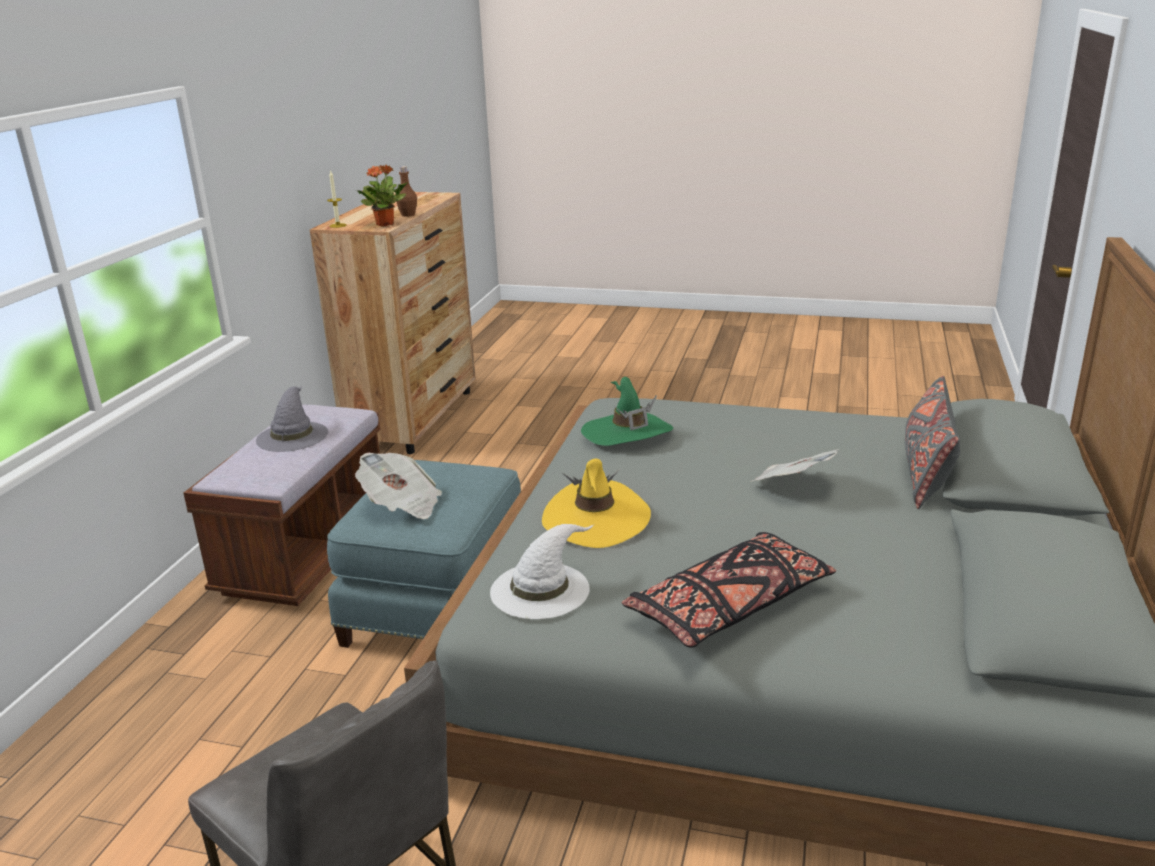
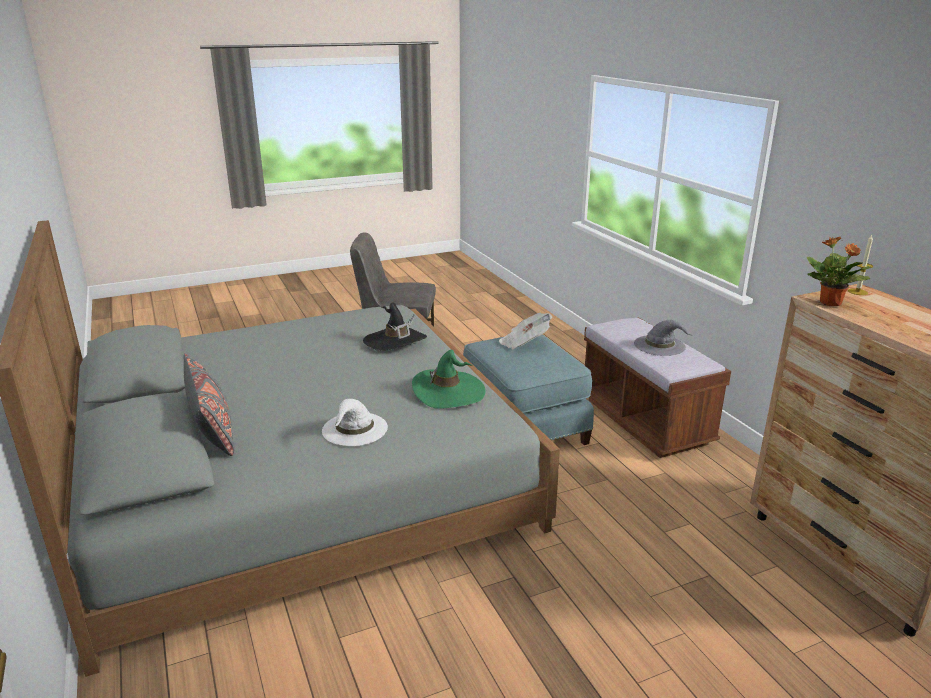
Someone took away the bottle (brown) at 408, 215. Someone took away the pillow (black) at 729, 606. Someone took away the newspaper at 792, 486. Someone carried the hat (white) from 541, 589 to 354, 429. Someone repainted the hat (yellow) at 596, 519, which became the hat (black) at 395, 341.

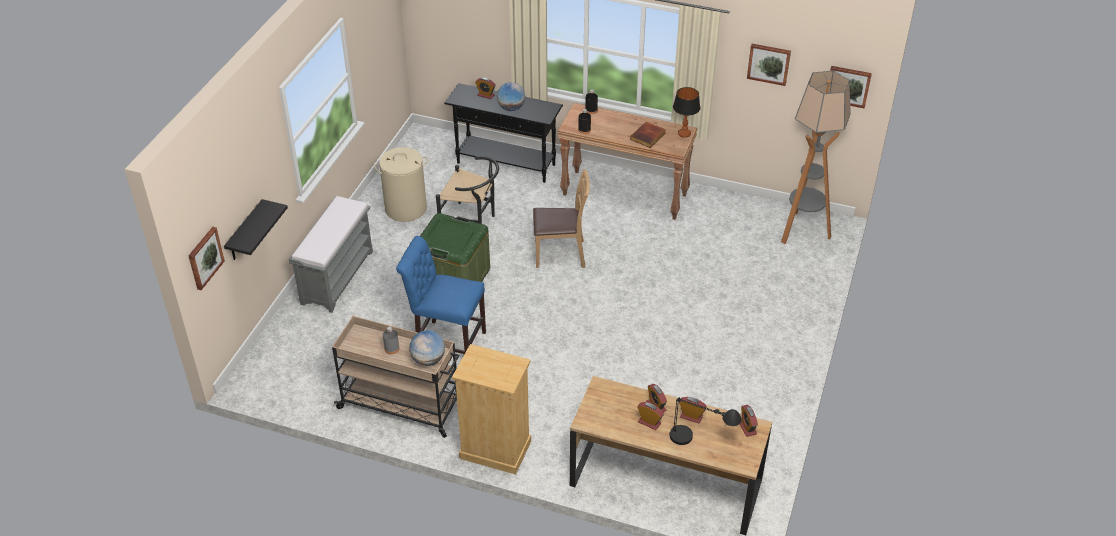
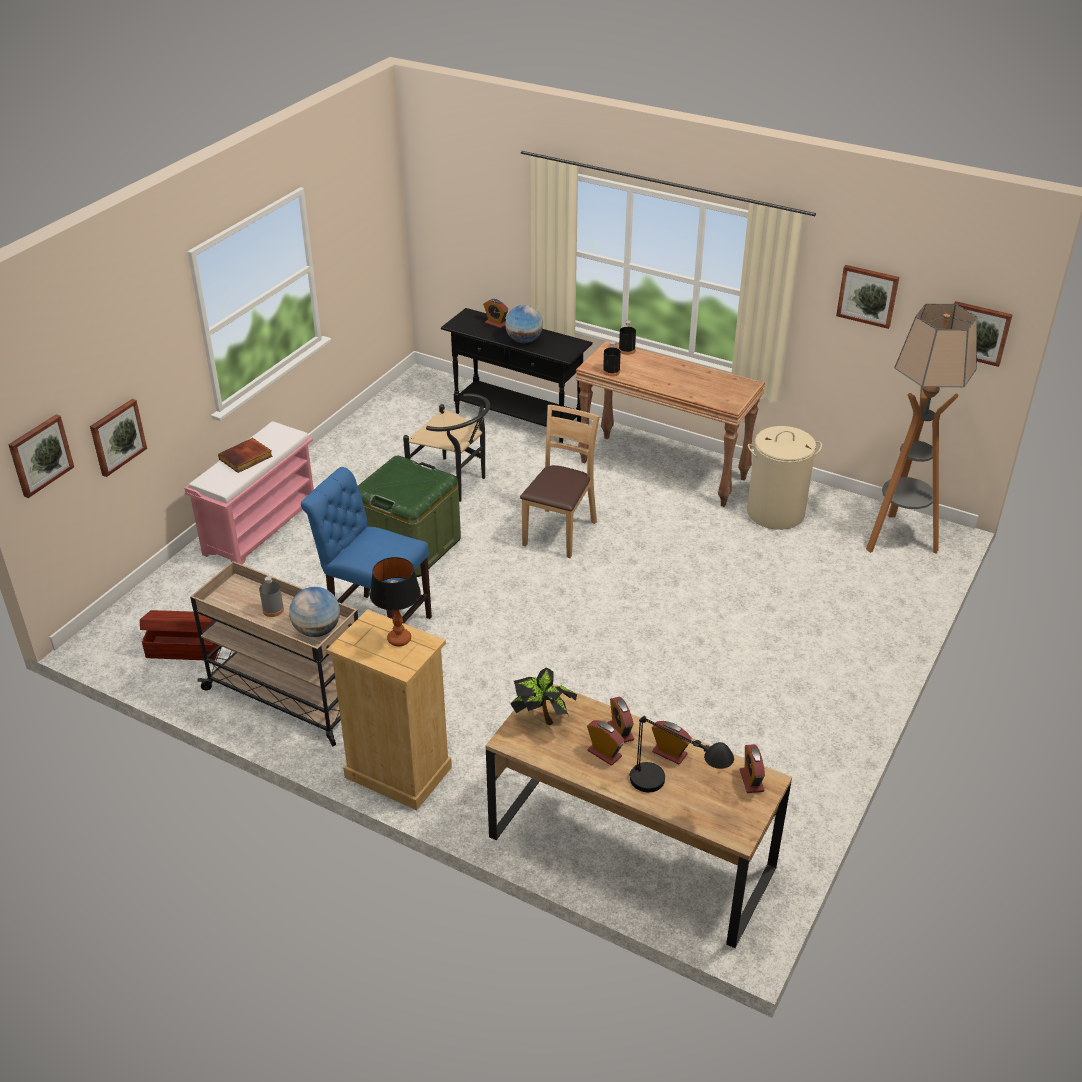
Someone put down the storage box (brown) at 184, 647. Someone put down the potted plant at 542, 718. Someone carried the laundry basket (beige) from 406, 208 to 775, 512. Someone carried the book from 648, 137 to 246, 458. Someone carried the table lamp from 684, 134 to 399, 639. Someone swapped the shelf (black) at 245, 232 for the picture at 117, 437. Someone repainted the bench (grey) at 337, 276, which became the bench (pink) at 261, 527. Someone rotated the chair (brown) at 561, 254 by 75 degrees counterclockwise.

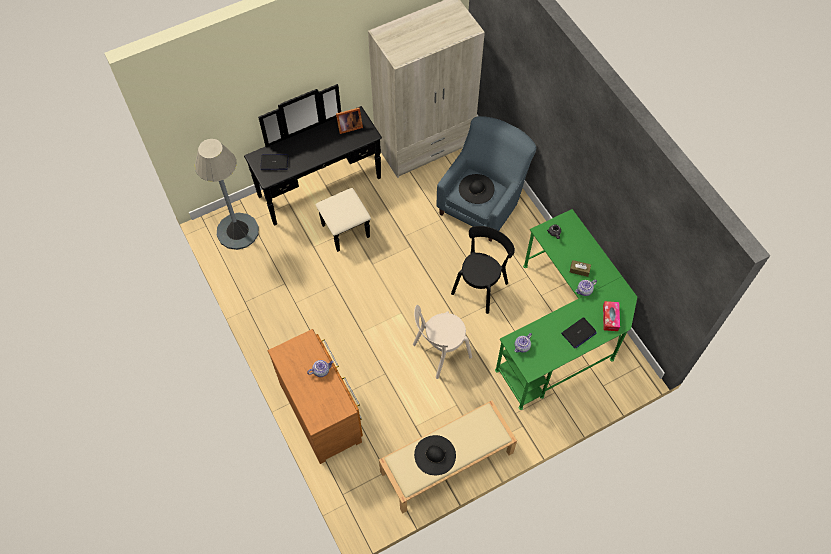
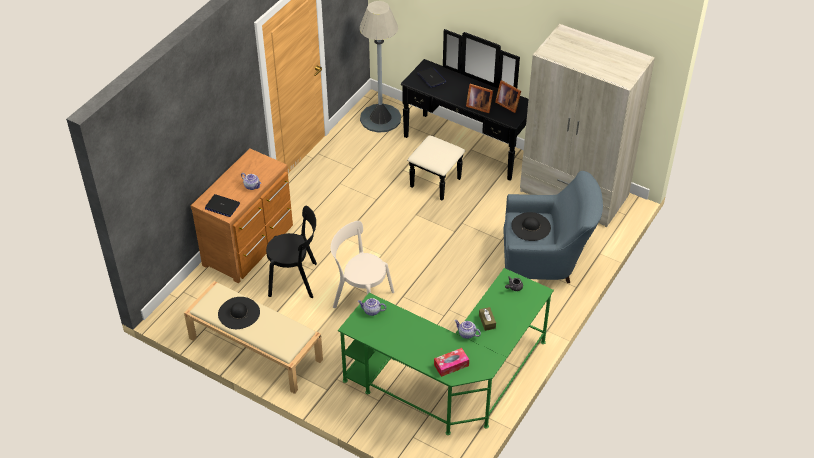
Someone put down the picture frame at 478, 106. Someone carried the chair (black) from 481, 286 to 295, 280. Someone carried the laptop from 578, 333 to 222, 206.

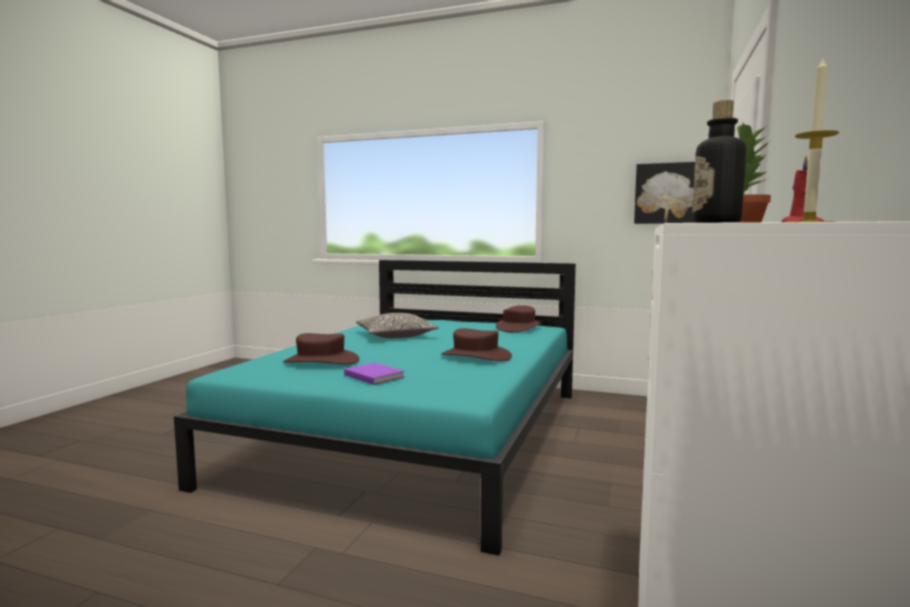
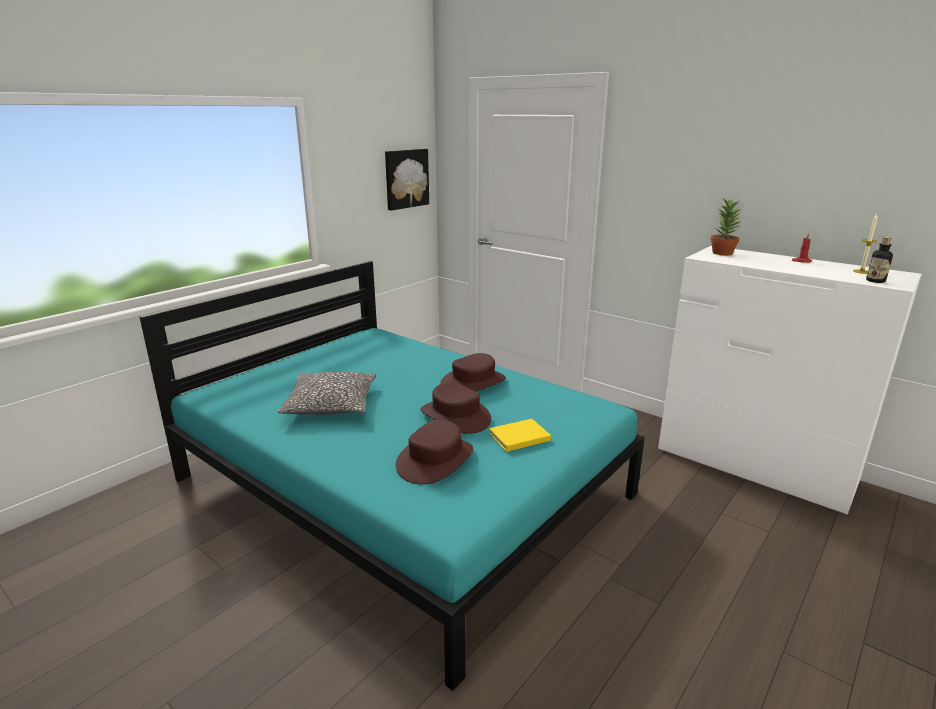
Someone carried the hat (brown) from 519, 327 to 455, 416. Someone repainted the book (purple) at 374, 375, which became the book (yellow) at 517, 437.

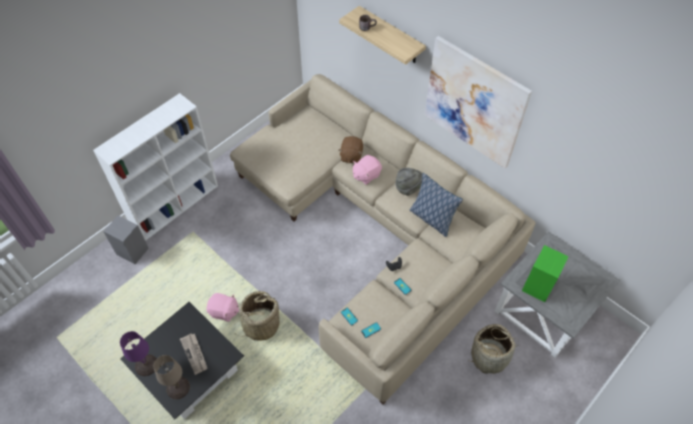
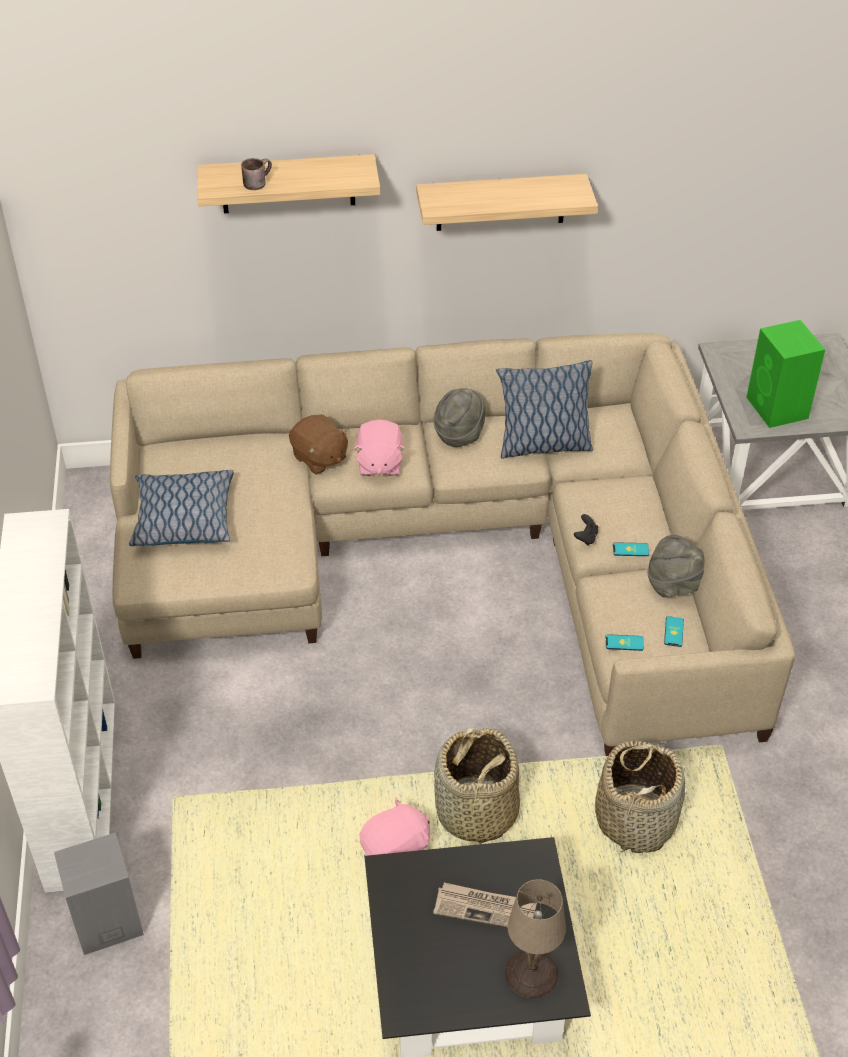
Someone took away the table lamp (purple) at 146, 365. Someone put down the pillow at 183, 519. Someone put down the hat (grey) at 675, 586. Someone carried the basket from 489, 356 to 636, 819. Someone swapped the picture at 474, 103 for the shelf at 500, 202.

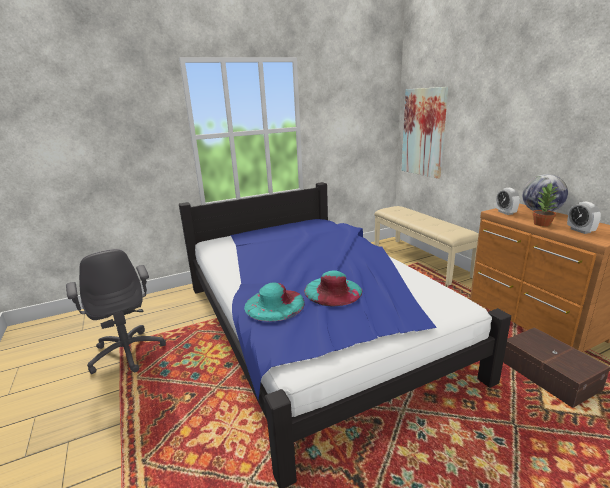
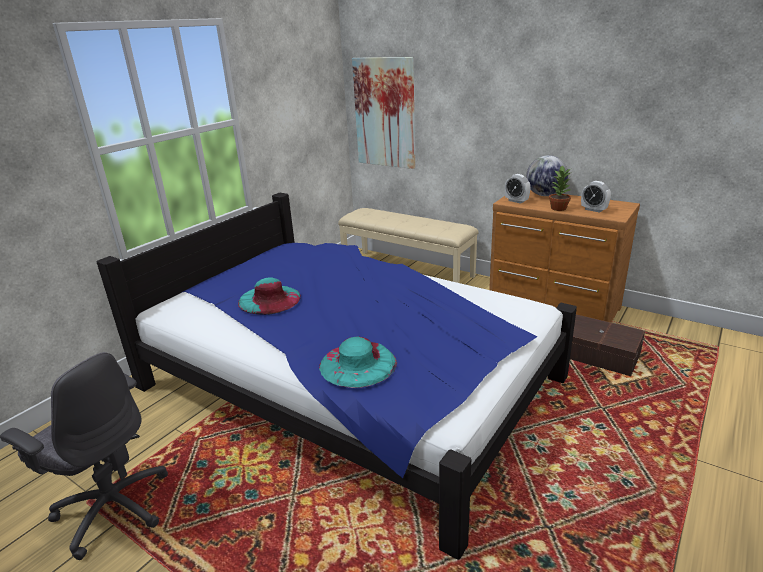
Someone carried the hat (turquoise) from 333, 291 to 269, 299.

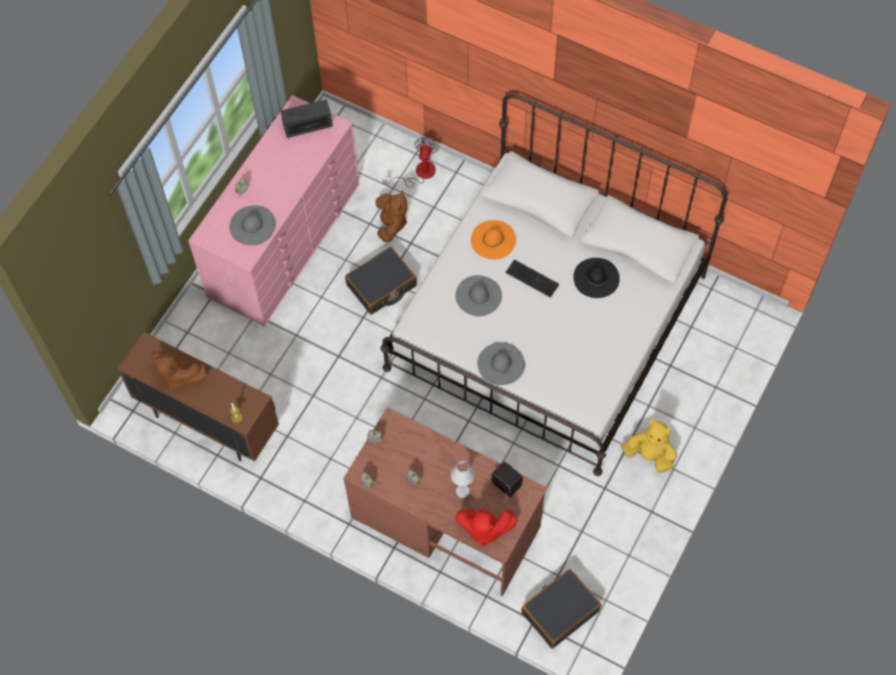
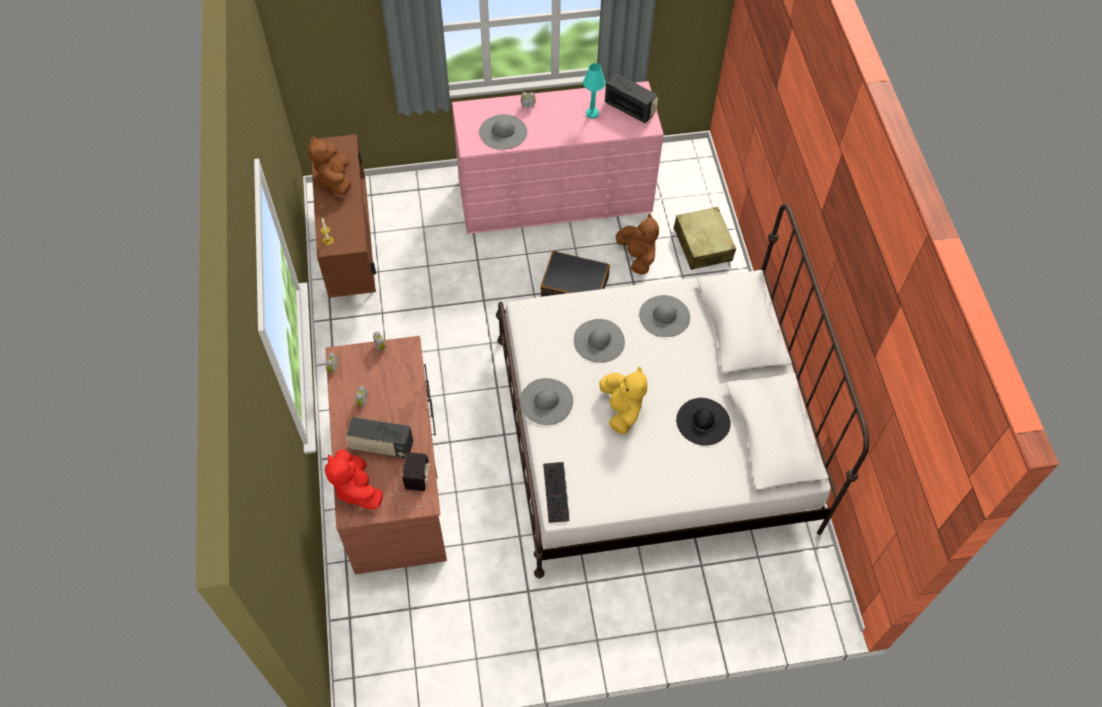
Someone took away the suitcase (black) at 560, 611. Someone put down the table lamp (turquoise) at 592, 113. Someone carried the keyboard from 533, 278 to 557, 493. Someone carried the plush toy (yellow) from 649, 455 to 621, 410. Someone swapped the fan at 418, 173 for the suitcase (beige) at 702, 244. Someone swapped the table lamp (white) at 462, 491 for the radio at 382, 446. Someone repainted the hat (orange) at 493, 240, which became the hat (grey) at 664, 316. Someone rotated the plush toy (brown) at 391, 224 by 75 degrees counterclockwise.

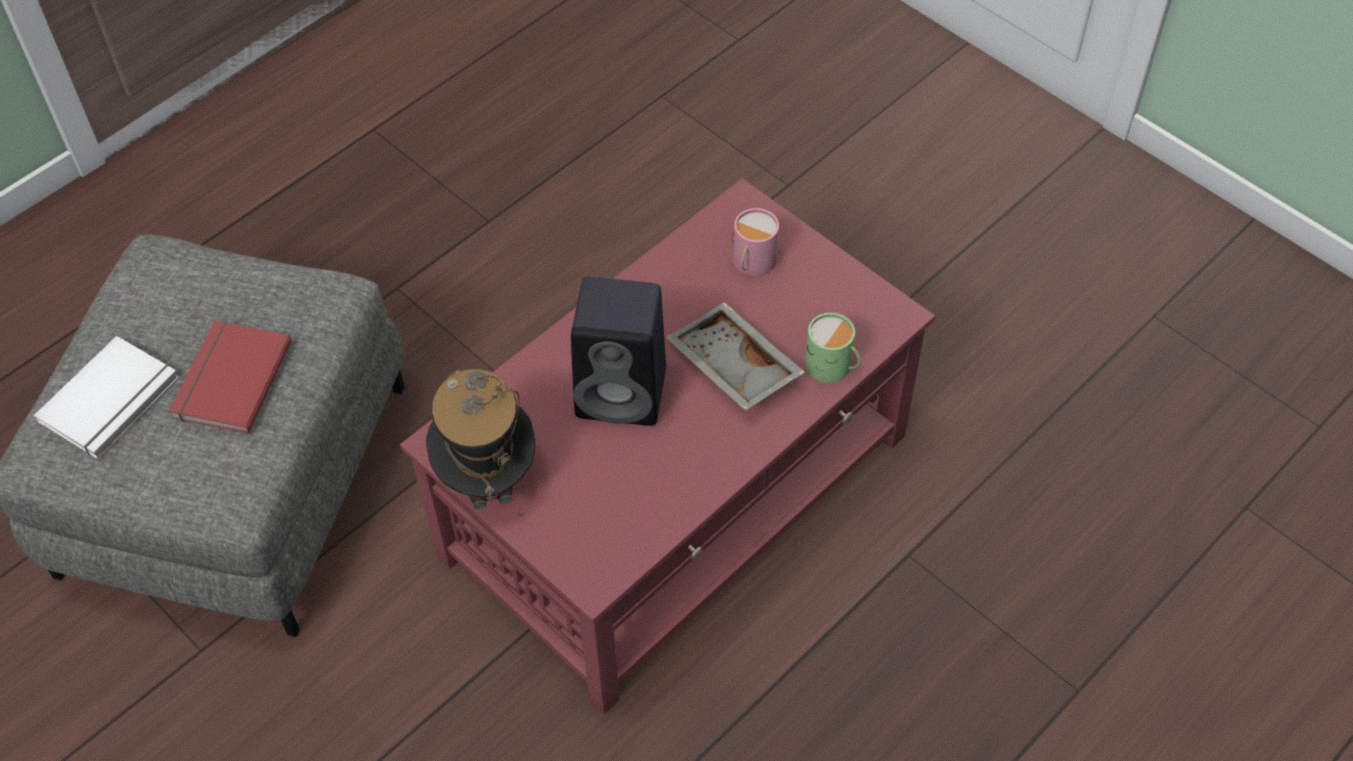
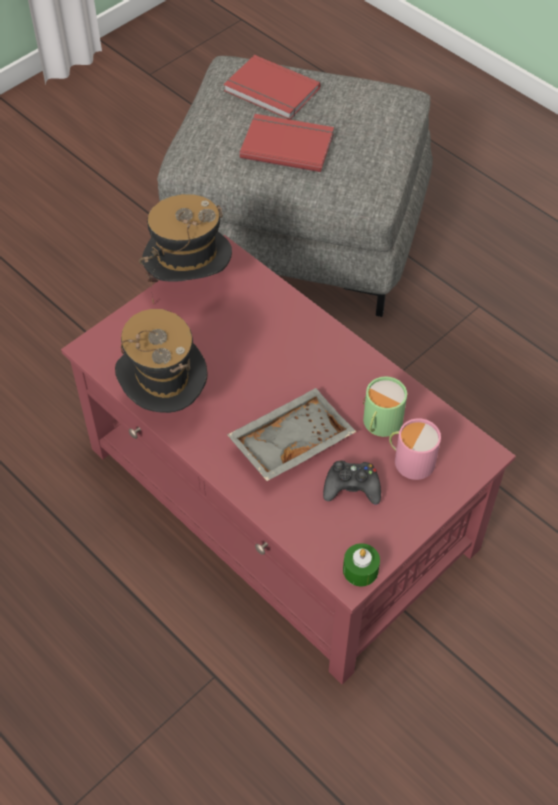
Someone took away the speaker (black) at 624, 392. Someone put down the hat at 165, 401. Someone put down the game controller (black) at 352, 487. Someone put down the candle (green) at 360, 570. Someone carried the mug (green) from 832, 366 to 380, 423. Someone repainted the book (white) at 112, 401, which became the book (red) at 270, 92.

